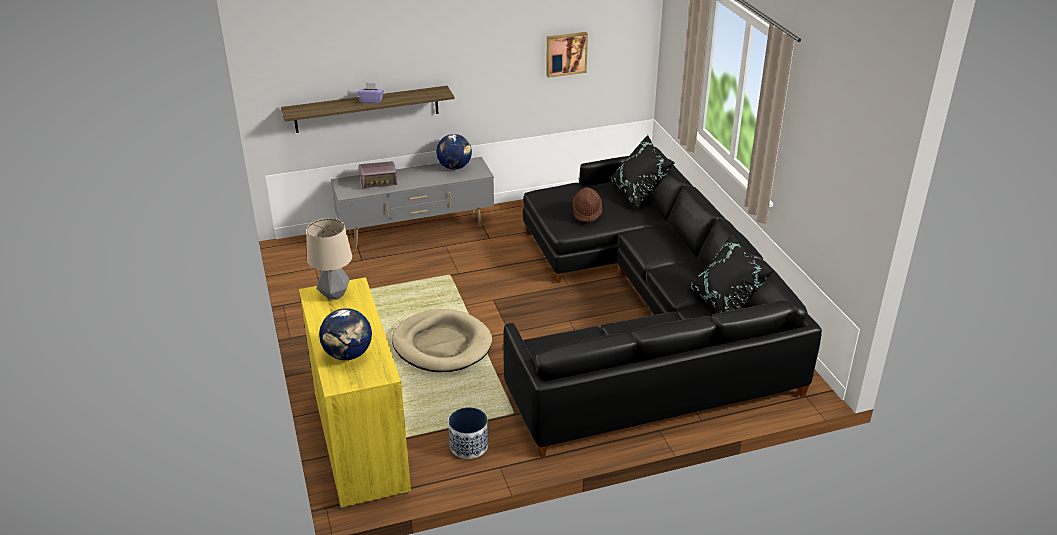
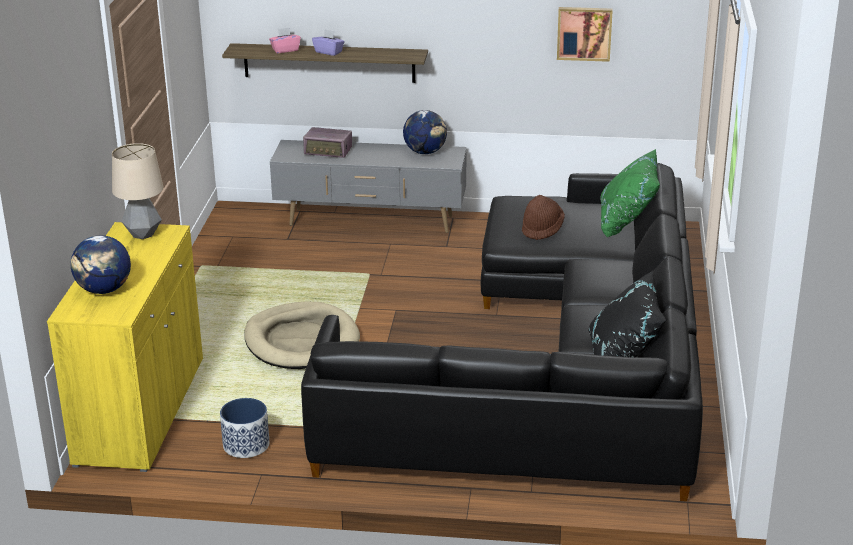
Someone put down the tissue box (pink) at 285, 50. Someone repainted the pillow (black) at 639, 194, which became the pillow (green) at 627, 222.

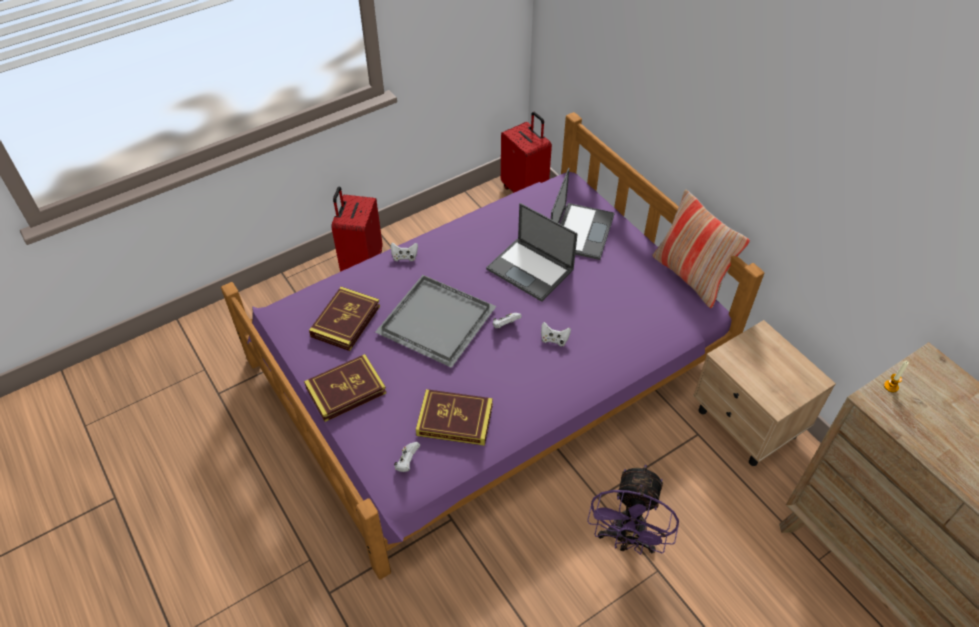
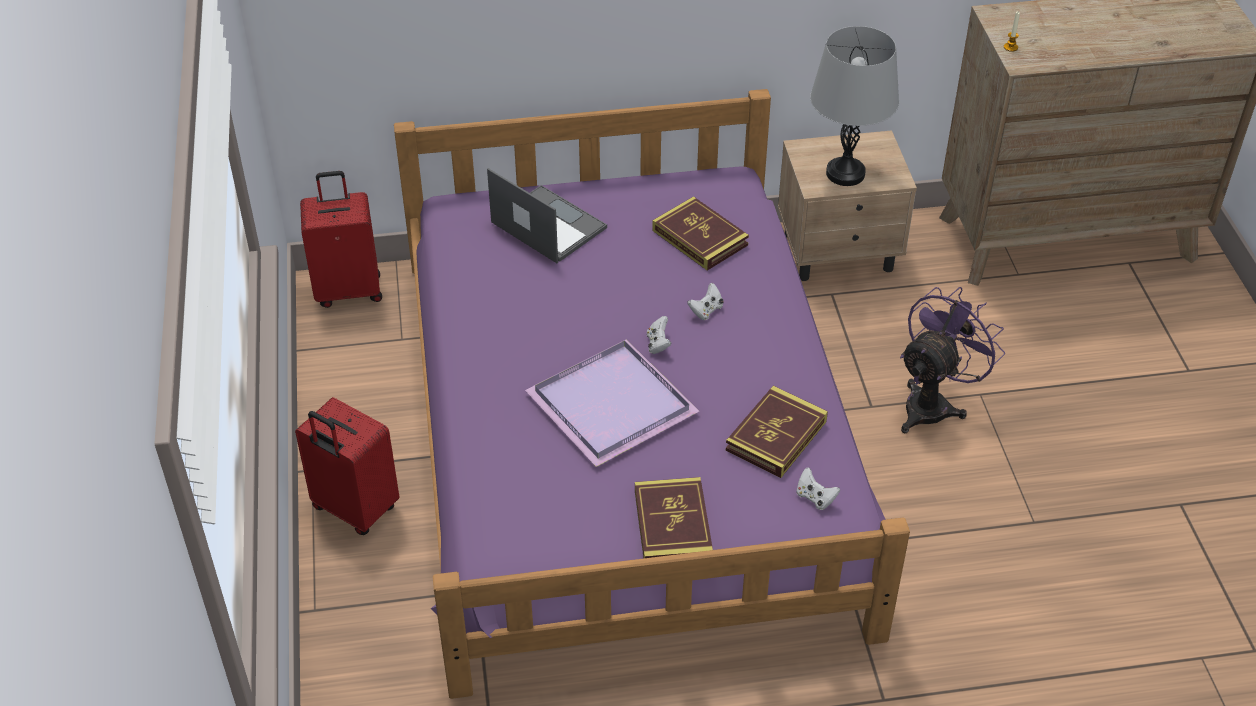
Someone took away the game controller (white) at 404, 257. Someone took away the laptop at 531, 269. Someone took away the pillow at 690, 276. Someone put down the table lamp (grey) at 845, 173. Someone carried the book from 345, 321 to 700, 238. Someone repainted the tray (grey) at 434, 322, which became the tray (purple) at 611, 407. Someone rotated the fan (purple) at 626, 539 by 90 degrees counterclockwise.

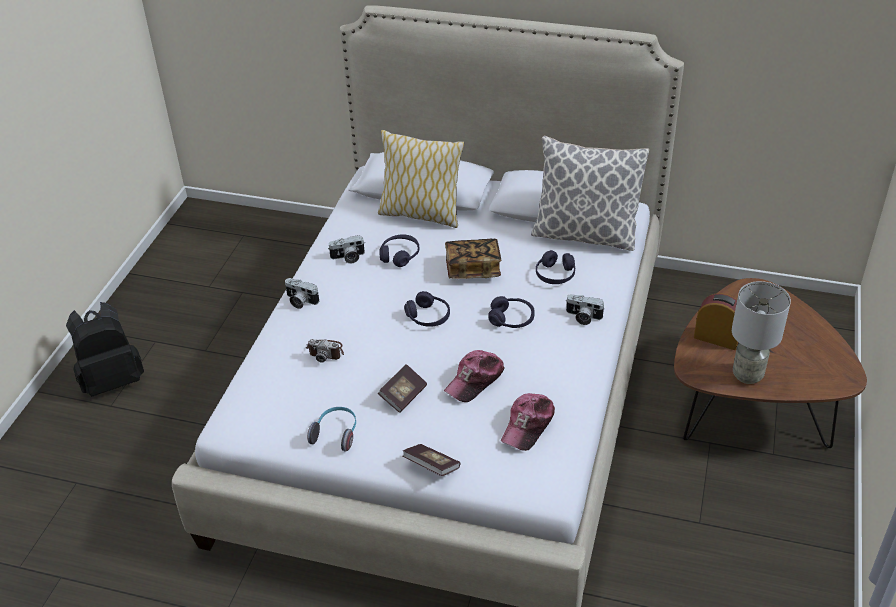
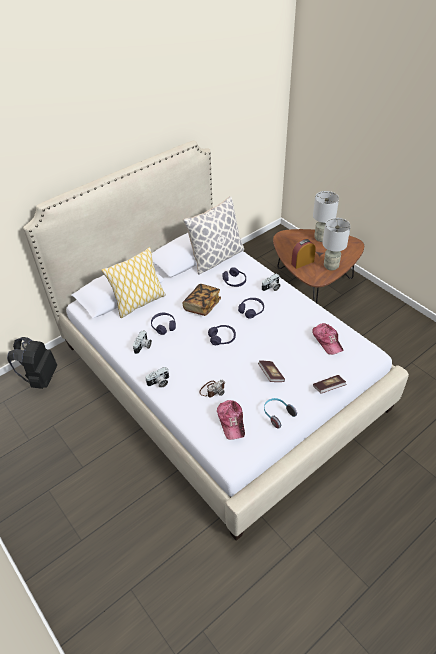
Someone put down the table lamp (grey) at 321, 238. Someone carried the backpack (black) from 112, 380 to 40, 378. Someone carried the cap from 475, 380 to 231, 421.

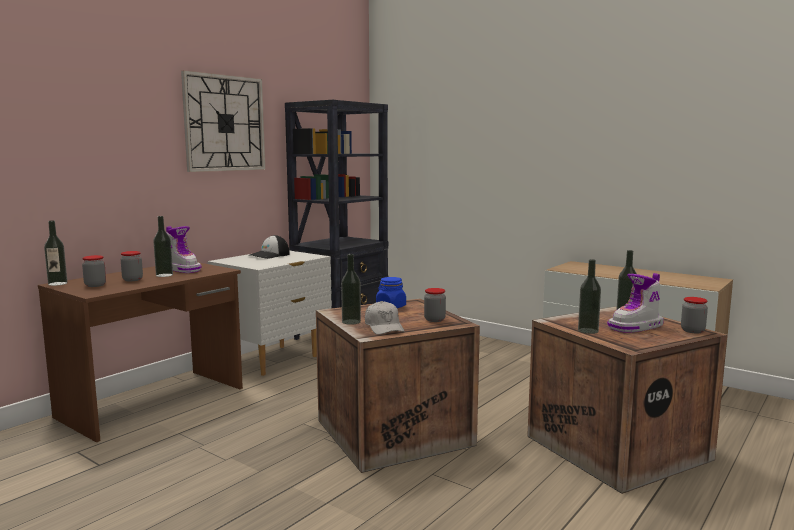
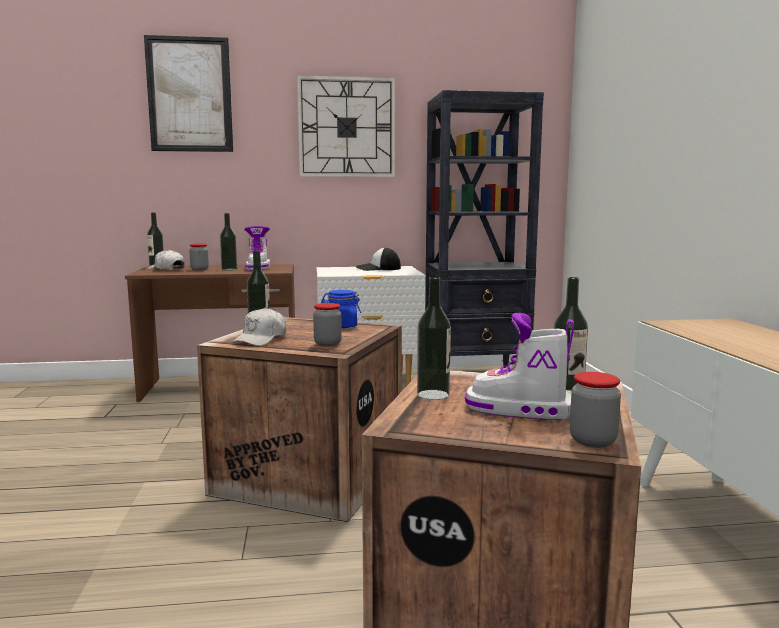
Someone put up the picture at 190, 95. Someone swapped the jar at 95, 285 for the cap (white) at 166, 269.

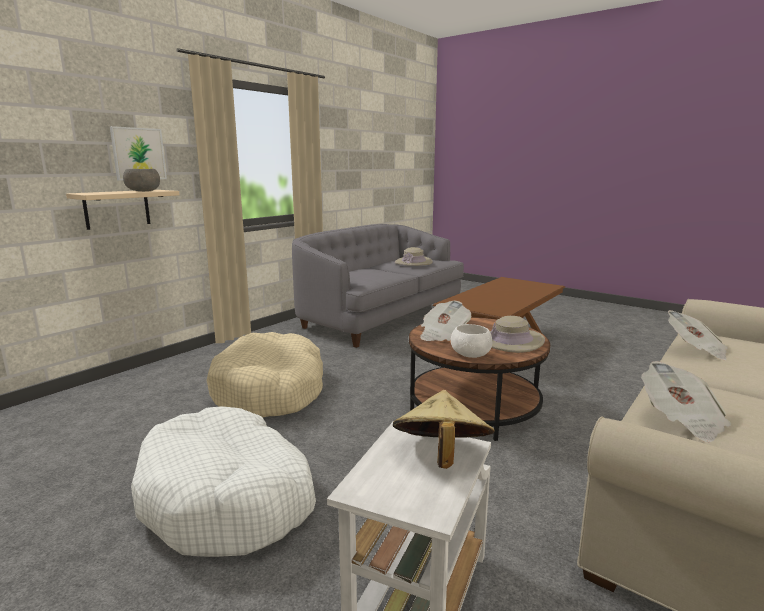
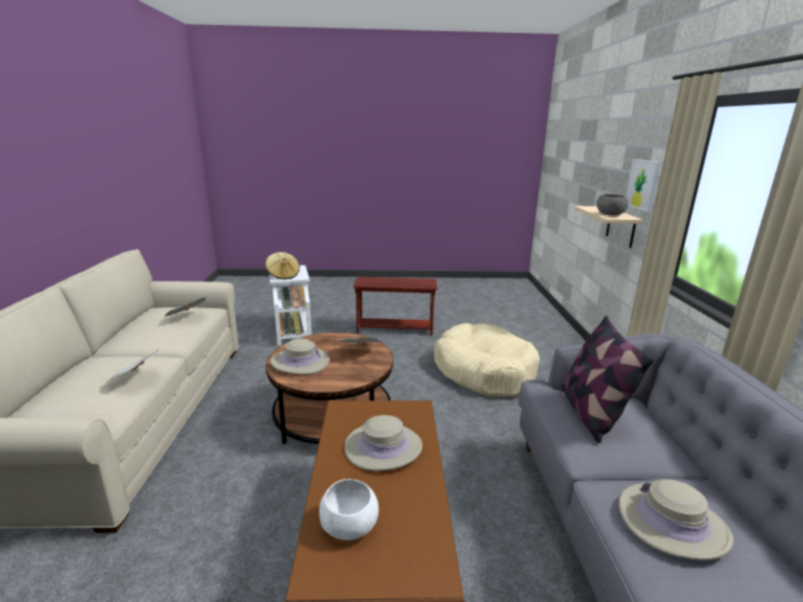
Someone put down the hat (beige) at 383, 447. Someone put down the pillow at 591, 413. Someone carried the bowl (white) from 471, 354 to 348, 525. Someone swapped the dog bed (white) at 228, 498 for the side table (brown) at 395, 329.

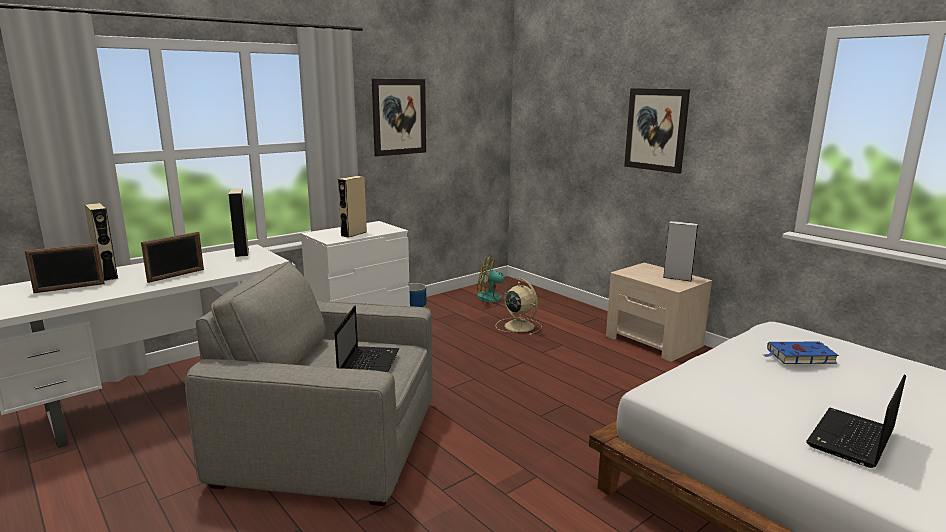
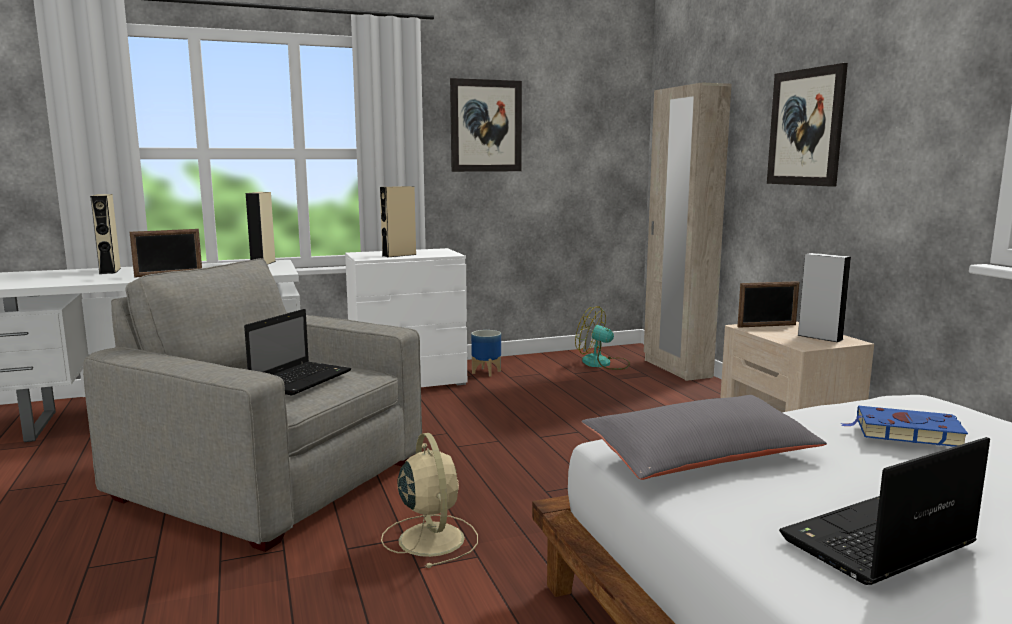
Someone put down the pillow (grey) at 701, 457. Someone put down the wardrobe (beige) at 676, 368. Someone carried the picture frame from 70, 288 to 767, 326. Someone carried the fan (beige) from 518, 326 to 430, 538.

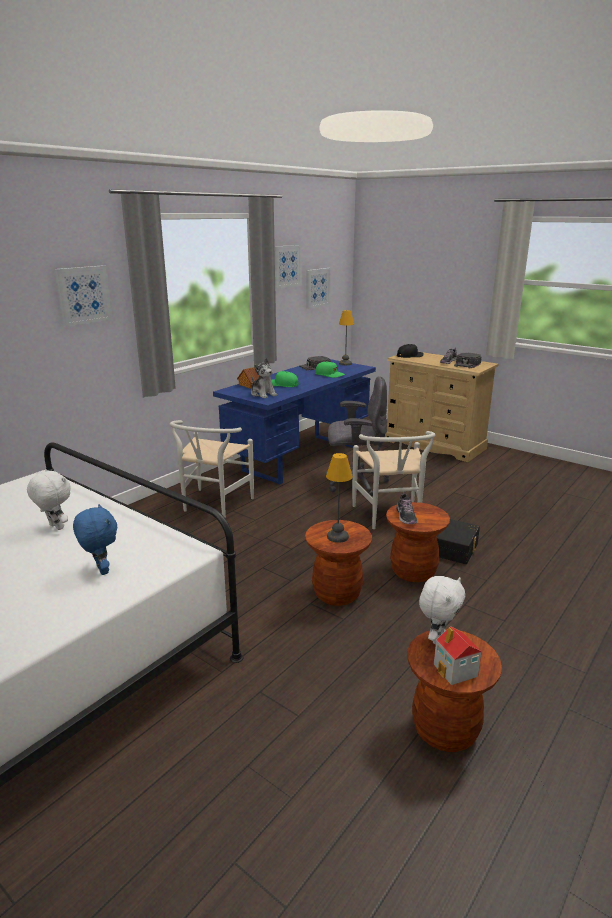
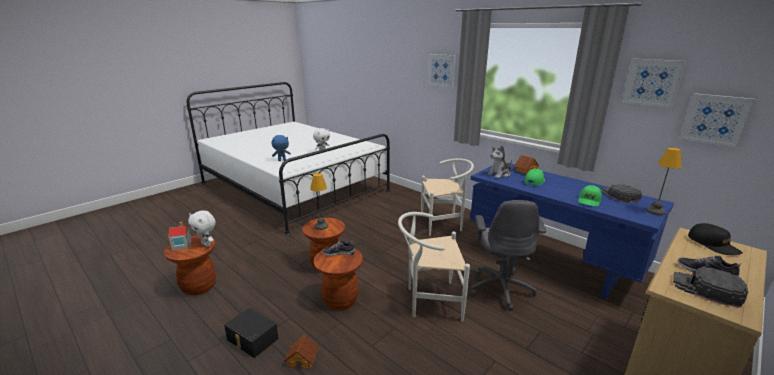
Someone put down the toy house at 303, 359. Someone carried the storage box (black) from 457, 550 to 252, 340. Someone rotated the chair (white) at 213, 506 by 150 degrees clockwise.

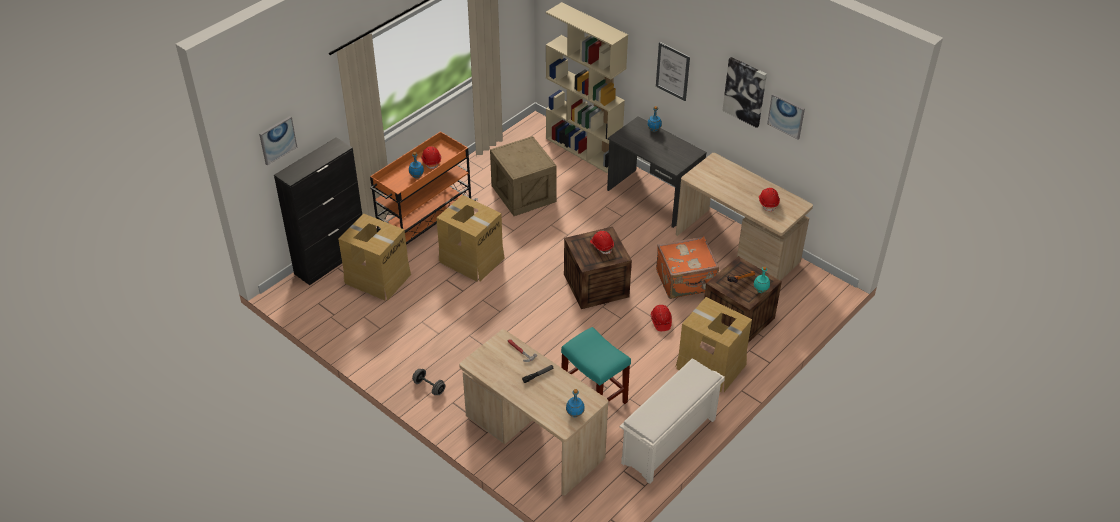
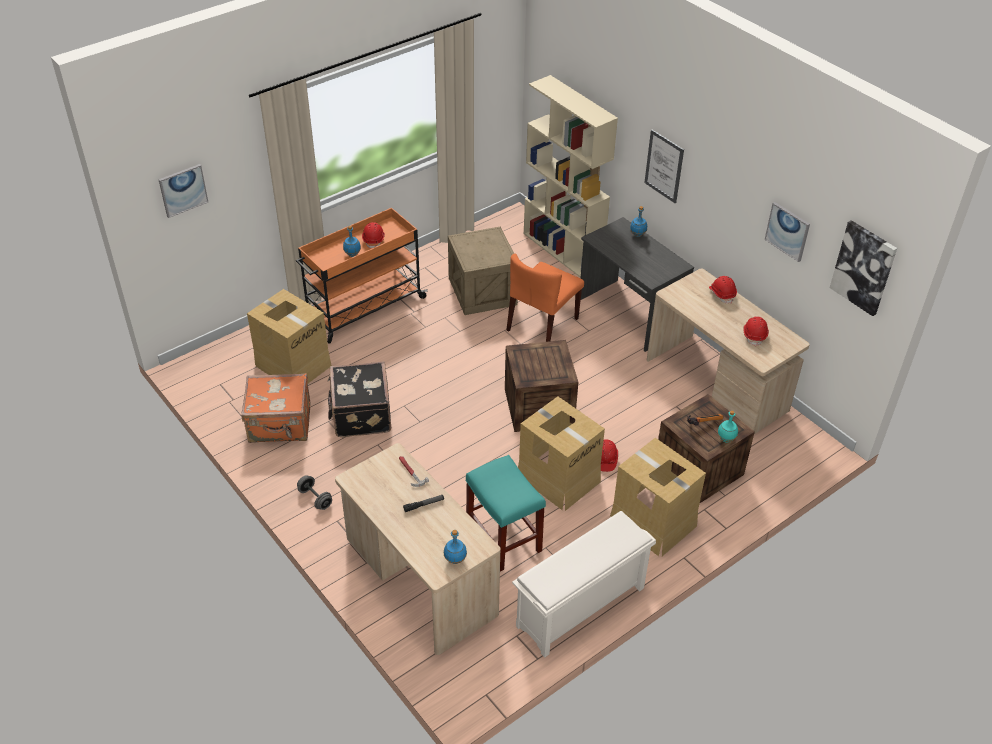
Someone took away the cabinet (black) at 331, 259. Someone put down the suitcase (black) at 360, 415. Someone put down the chair (orange) at 542, 325. Someone carried the cardboard box from 471, 259 to 558, 477. Someone carried the hard hat (red) from 601, 246 to 722, 294. Someone carried the suitcase (orange) from 686, 281 to 280, 424. Someone carried the picture from 745, 91 to 863, 267.

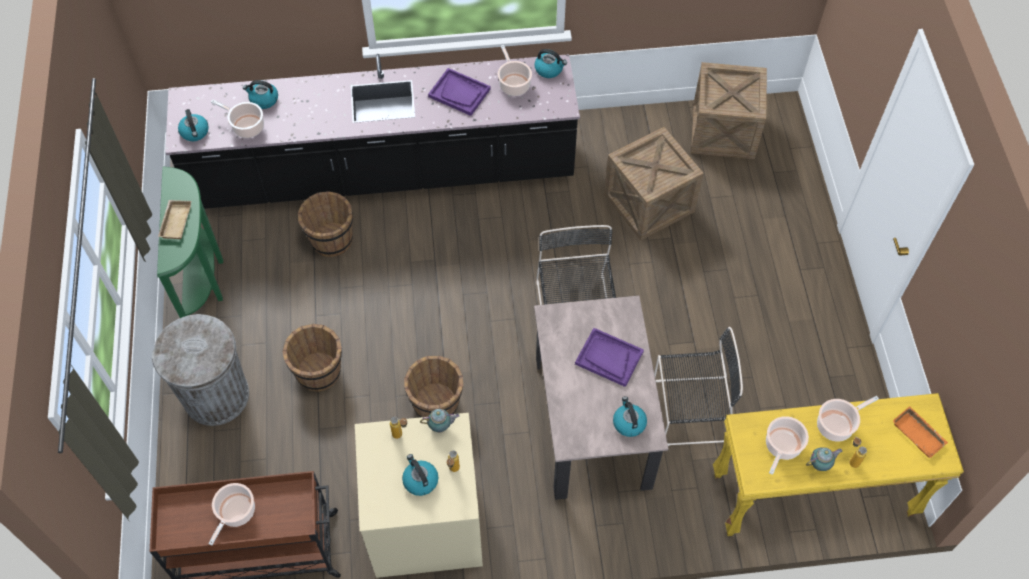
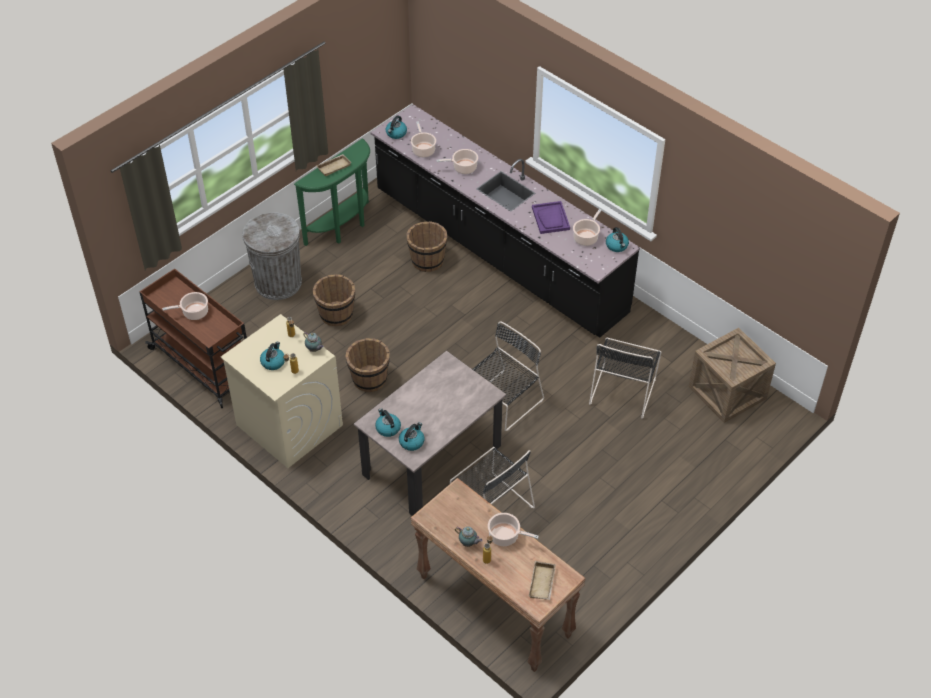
Someone took away the tray (purple) at 608, 358. Someone carried the kettle from 263, 100 to 387, 428. Someone carried the cooking pot from 782, 446 to 463, 168. Someone swapped the crate at 649, 203 for the chair (black) at 623, 389. Someone repainted the console table (yellow) at 812, 496, which became the console table (brown) at 493, 606. Someone repainted the tray (orange) at 919, 434, which became the tray (beige) at 543, 583.

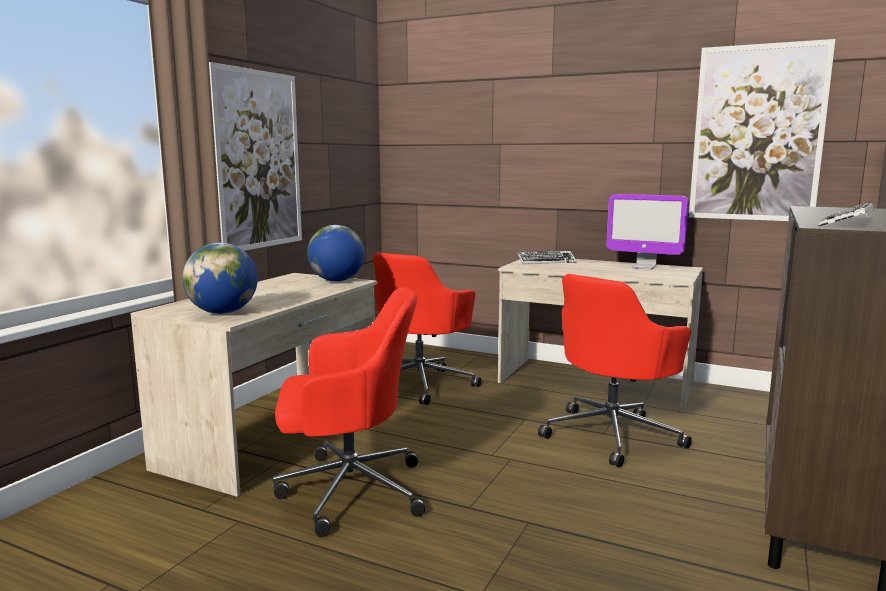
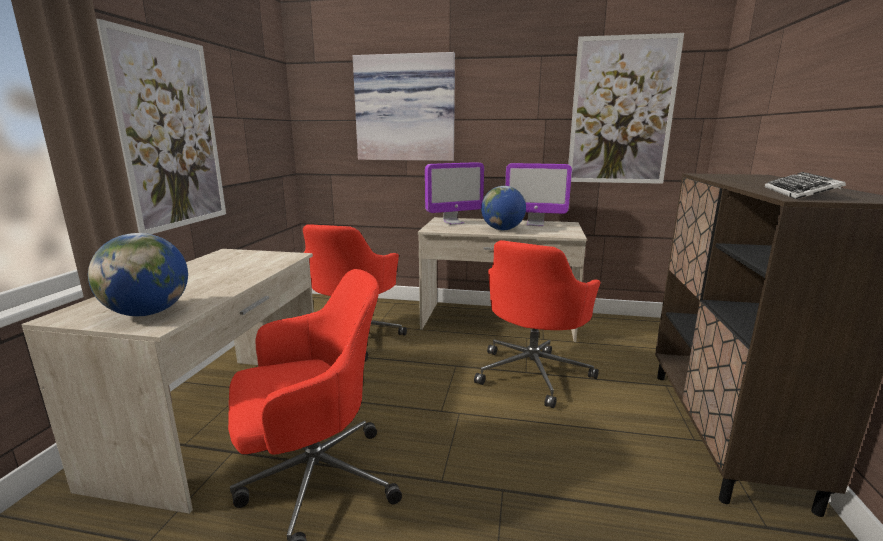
Someone put up the picture at 405, 109. Someone carried the globe from 337, 281 to 502, 229. Someone swapped the keyboard at 546, 261 for the monitor at 453, 222.

